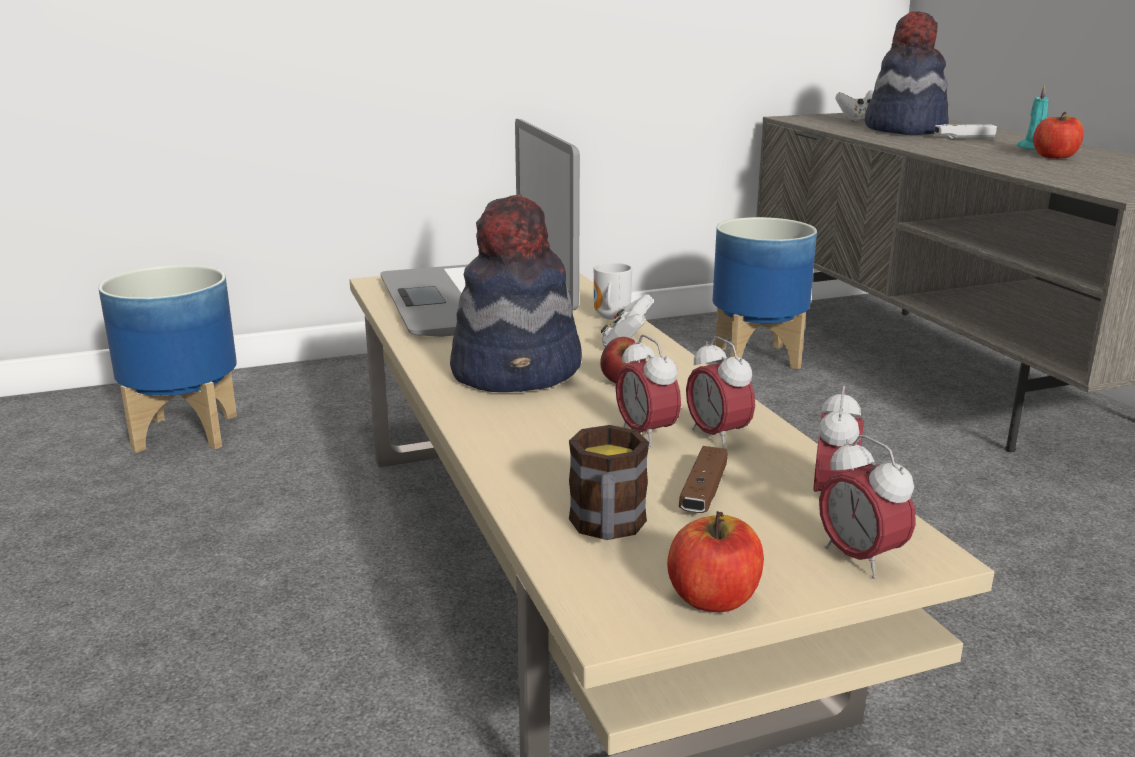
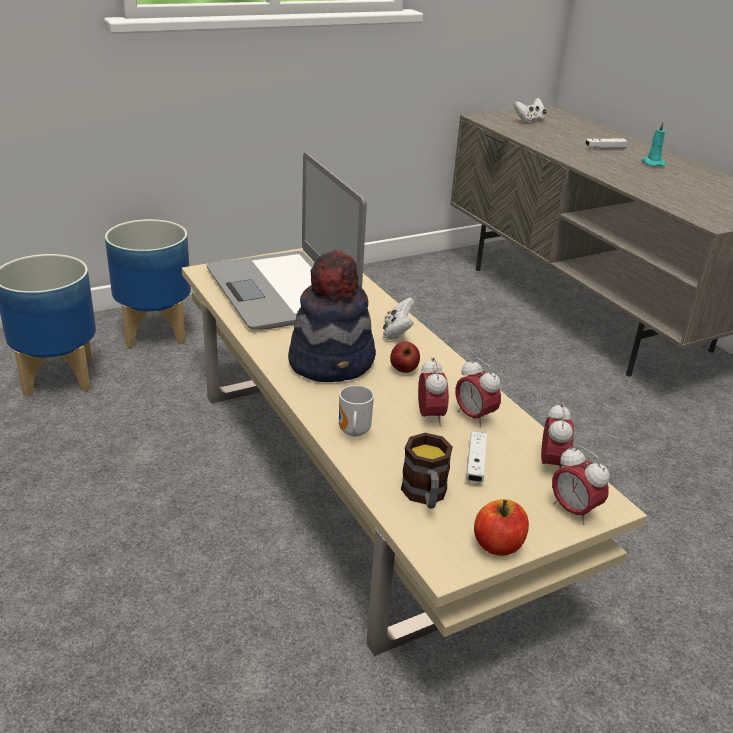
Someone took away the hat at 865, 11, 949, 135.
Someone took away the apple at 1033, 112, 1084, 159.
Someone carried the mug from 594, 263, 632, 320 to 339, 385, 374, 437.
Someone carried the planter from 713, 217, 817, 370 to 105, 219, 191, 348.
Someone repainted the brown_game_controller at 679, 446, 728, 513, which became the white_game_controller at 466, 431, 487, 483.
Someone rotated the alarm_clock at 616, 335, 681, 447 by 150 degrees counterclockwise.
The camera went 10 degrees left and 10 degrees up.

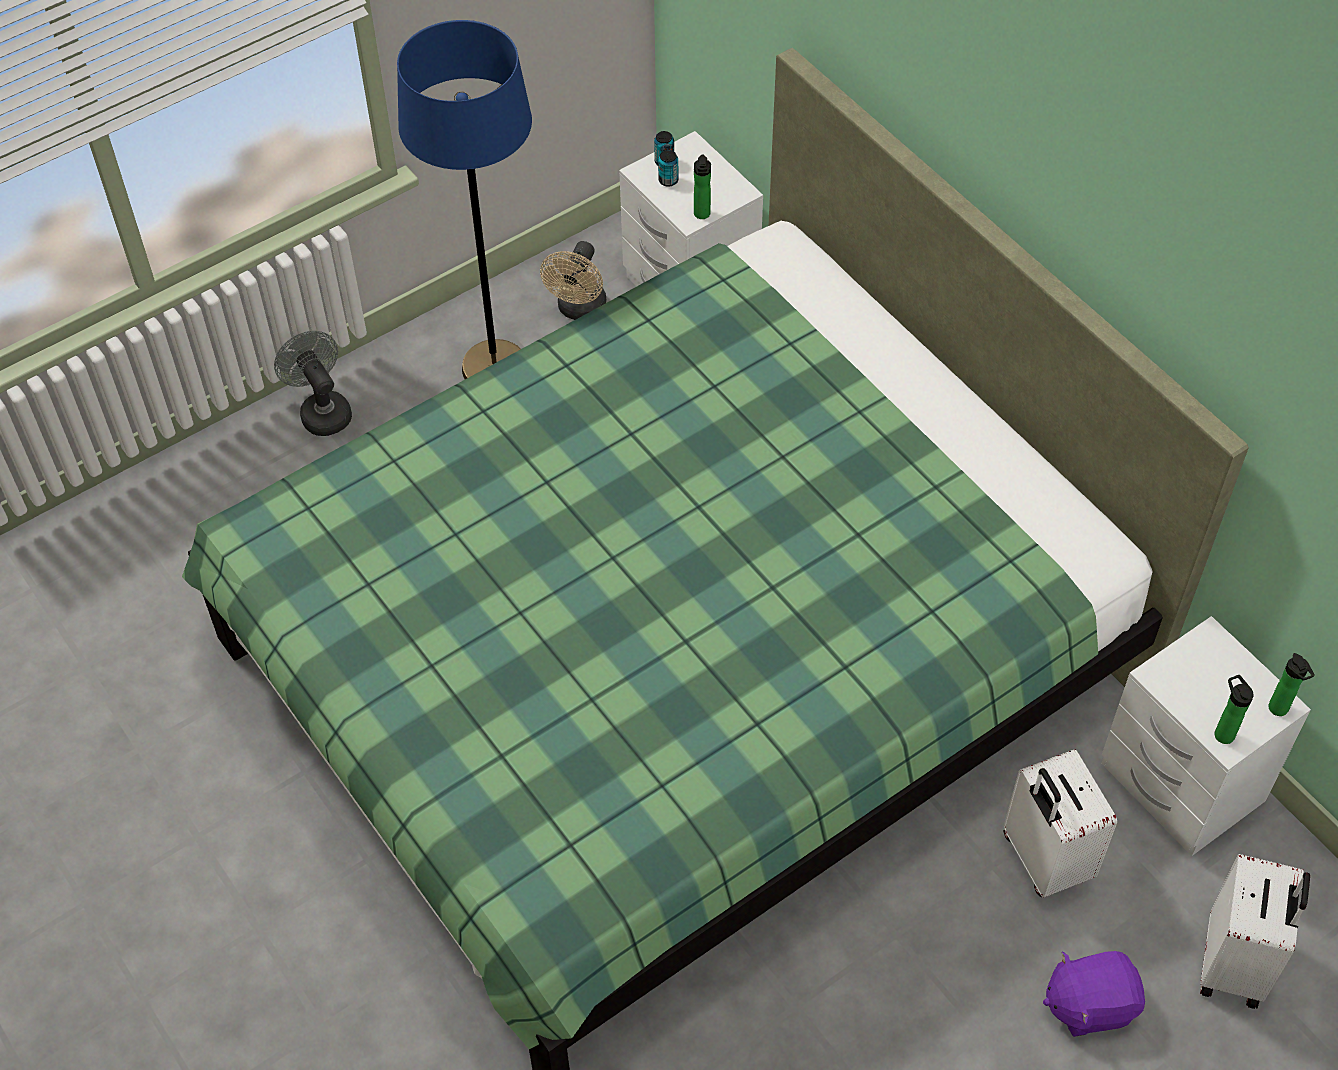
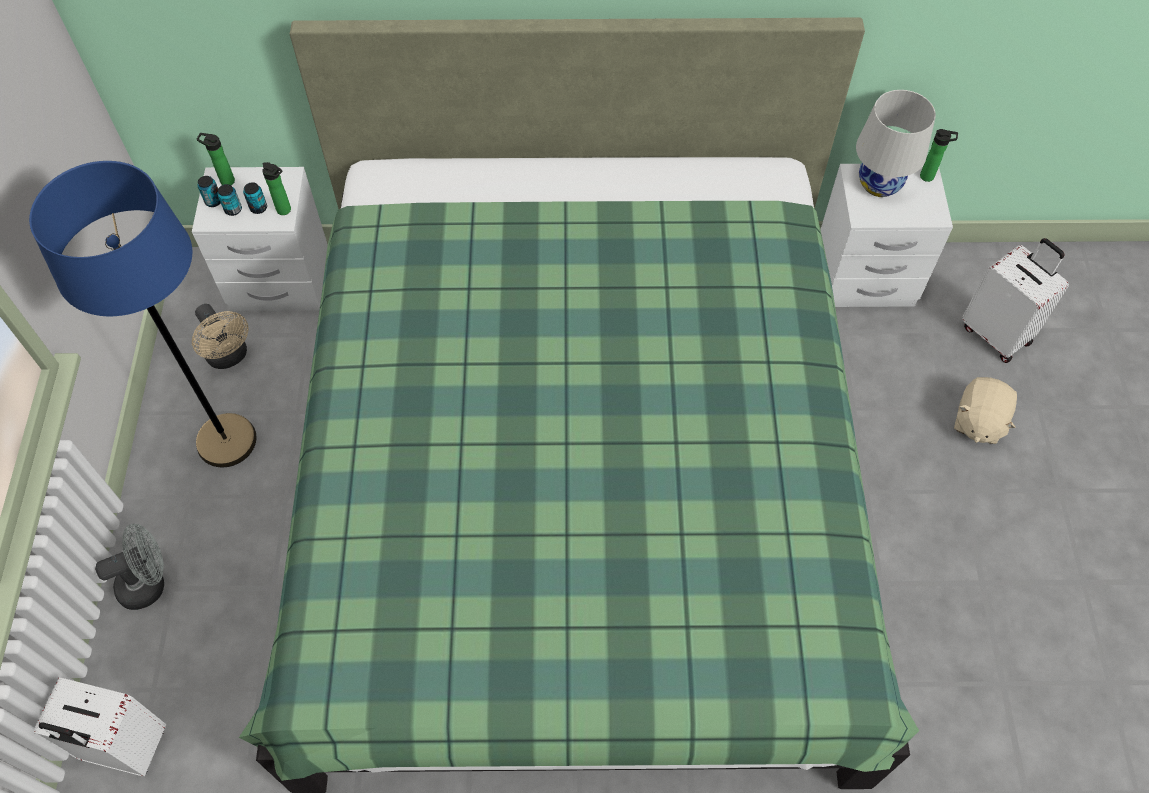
Someone put down the can at 243, 182, 267, 214.
Someone put down the white_table_lamp at 856, 90, 936, 197.
Someone carried the white_suitcase from 1004, 749, 1117, 898 to 34, 678, 167, 777.
Someone carried the bottle from 1215, 675, 1254, 744 to 197, 133, 235, 185.
Someone repainted the purple_plush_toy at 1043, 951, 1145, 1037, which became the beige_plush_toy at 954, 377, 1017, 444.
Someone rotated the grey_fan at 274, 331, 352, 436 by 150 degrees clockwise.
The camera went 55 degrees left and 5 degrees up.

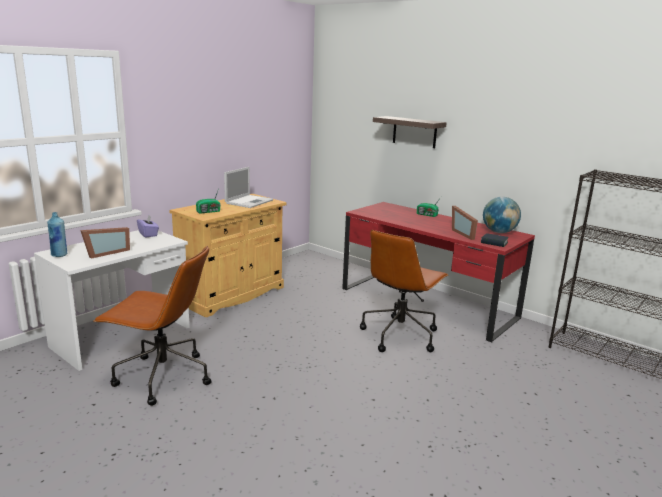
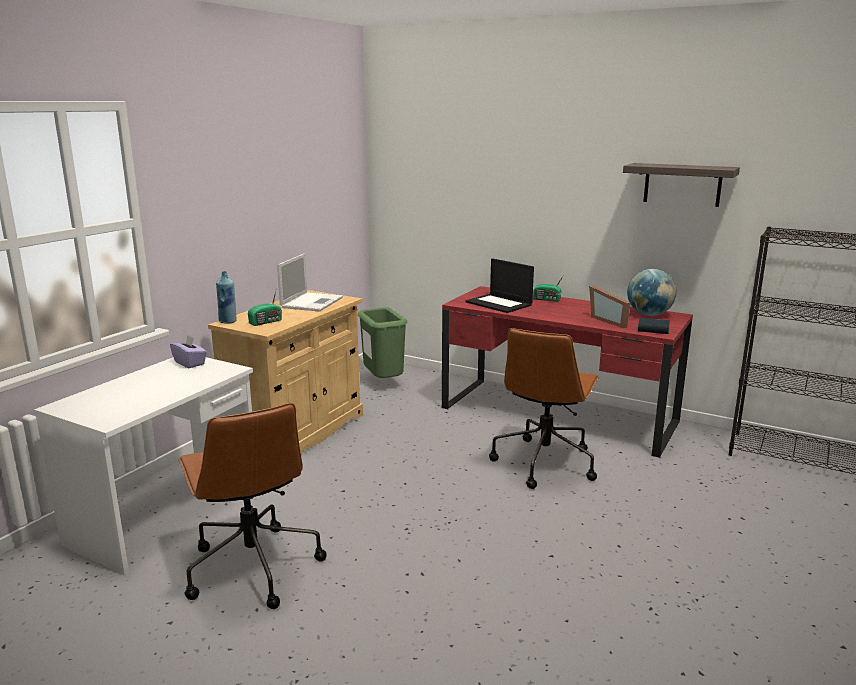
Someone took away the picture_frame at 80, 227, 130, 259.
Someone put down the green_trash_can at 358, 307, 408, 378.
Someone put down the laptop at 466, 258, 534, 313.
Someone carried the blue_bottle from 47, 212, 67, 257 to 216, 271, 237, 324.
Someone carried the shelf from 373, 116, 447, 148 to 623, 163, 740, 207.
Someone rotated the brown_office_chair at 93, 245, 212, 405 by 60 degrees clockwise.
The camera went 10 degrees left and 0 degrees up.

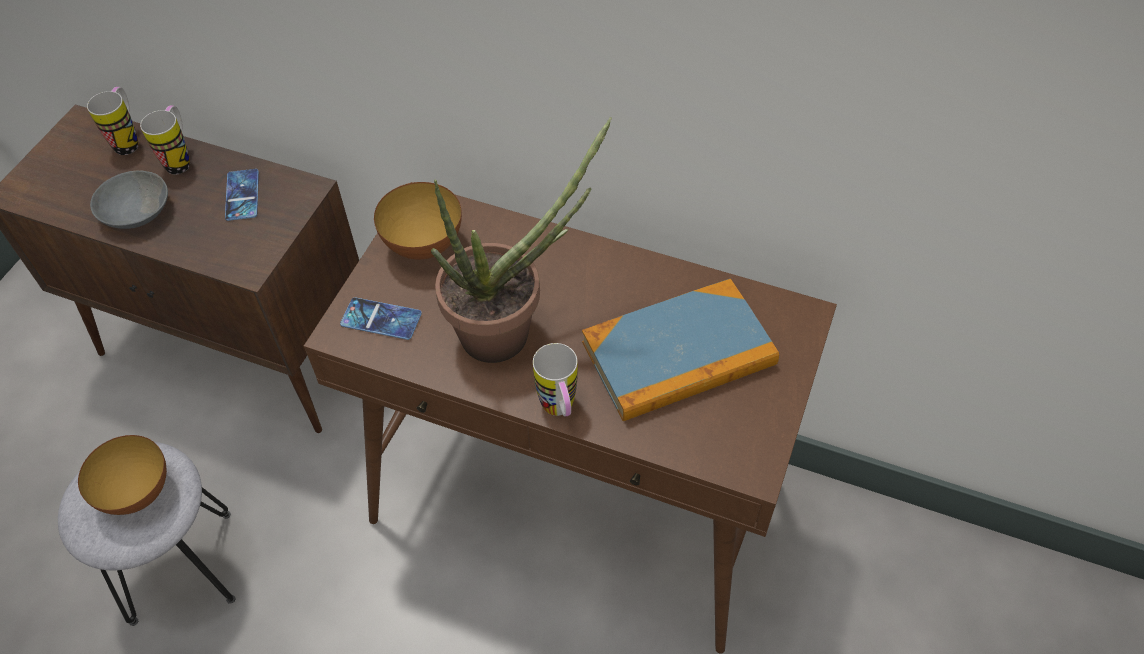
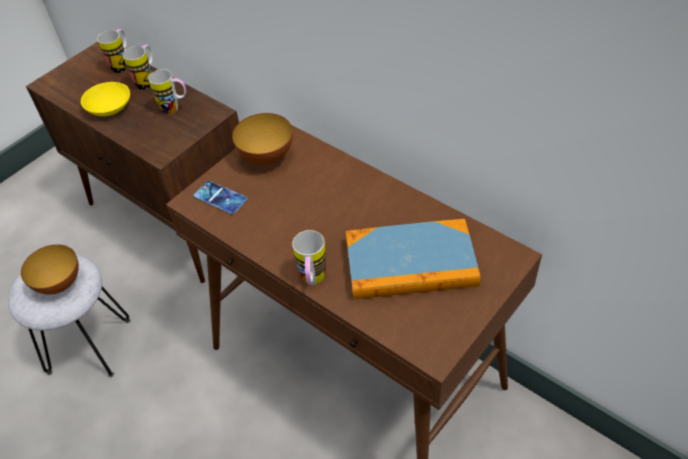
Someone took away the potted_plant at 431, 117, 612, 363.
Someone swapped the phone at 225, 169, 259, 221 for the mug at 148, 69, 186, 114.
Someone repainted the grey_bowl at 90, 171, 168, 229, which became the yellow_bowl at 81, 82, 130, 116.
The camera went 20 degrees right and 5 degrees down.

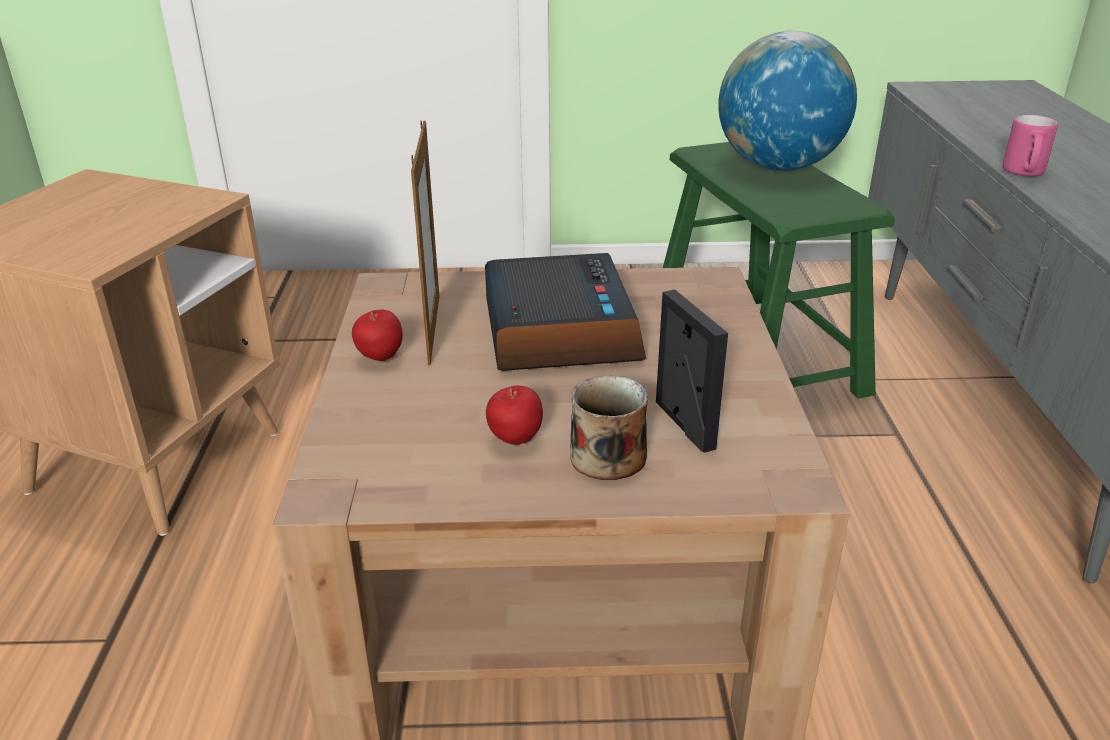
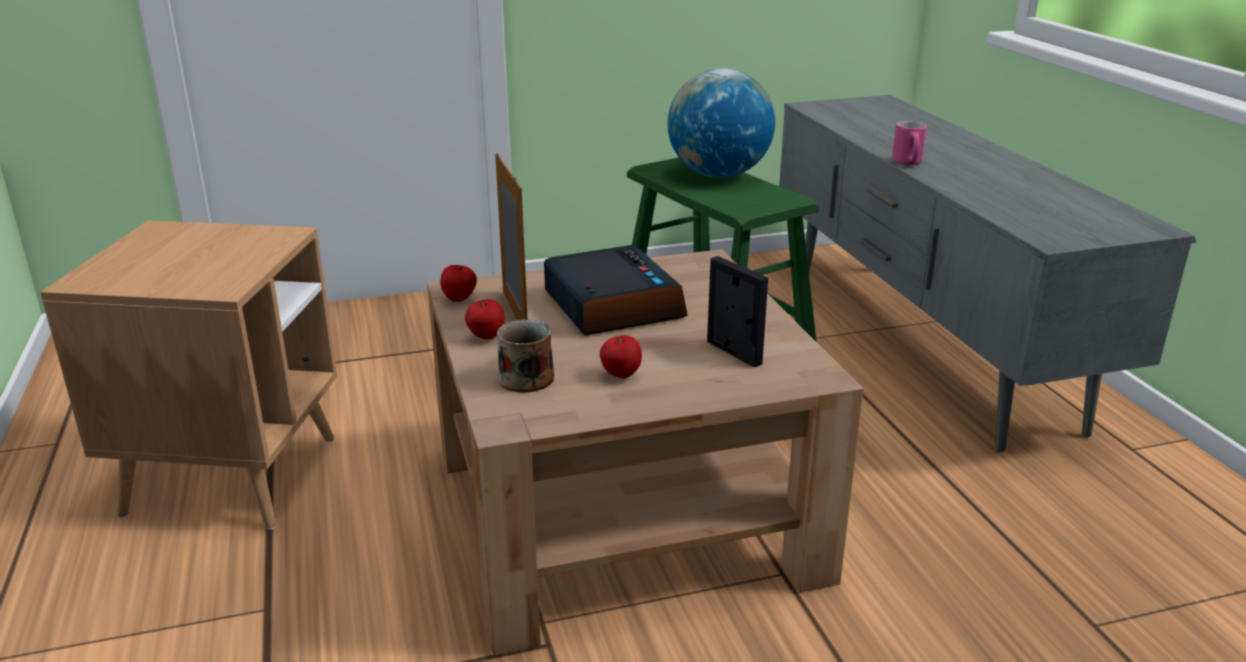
Someone put down the apple at 440, 265, 477, 302.
Someone carried the mug from 570, 375, 648, 480 to 497, 320, 554, 393.
The camera went 15 degrees left and 5 degrees down.

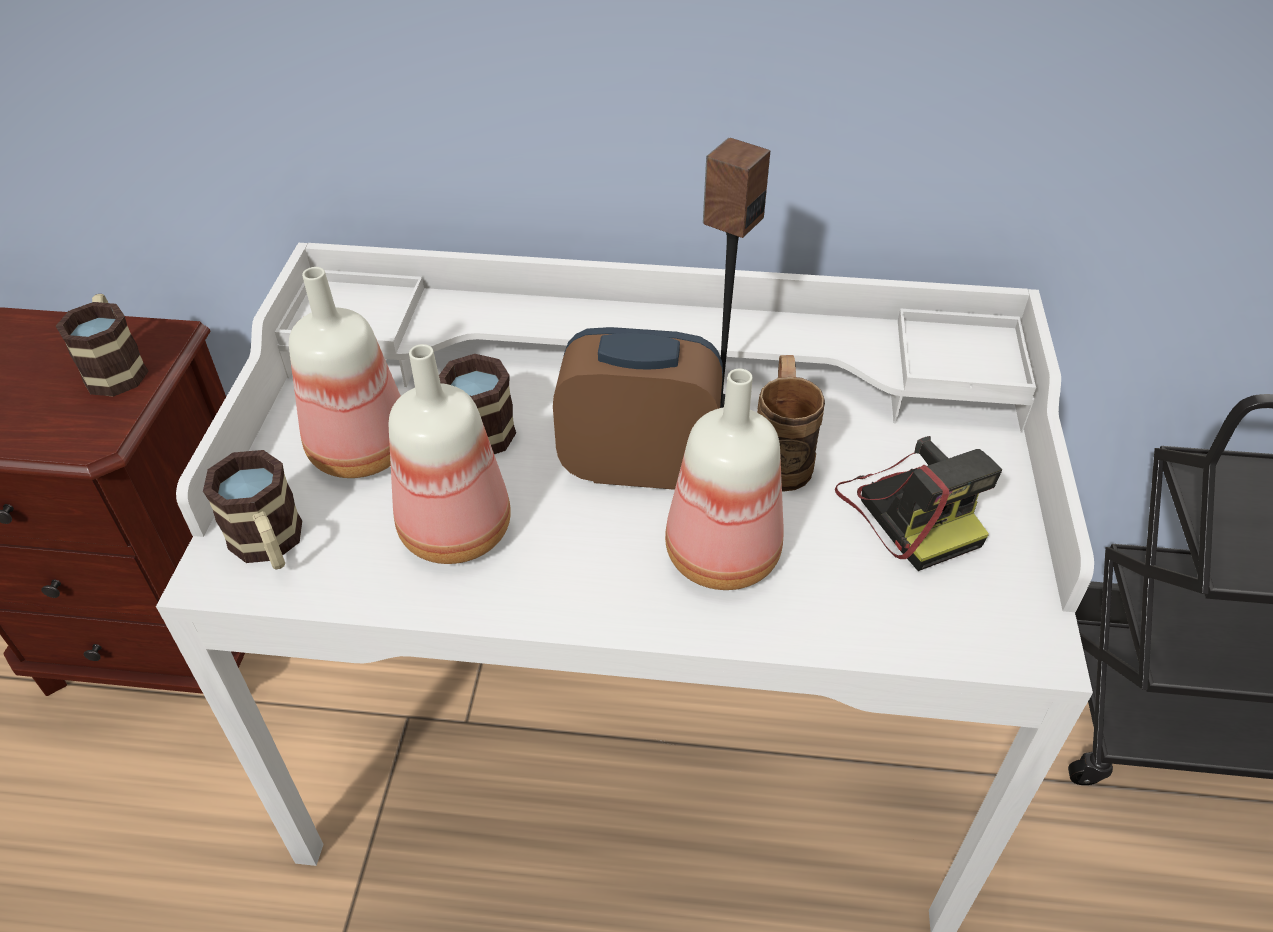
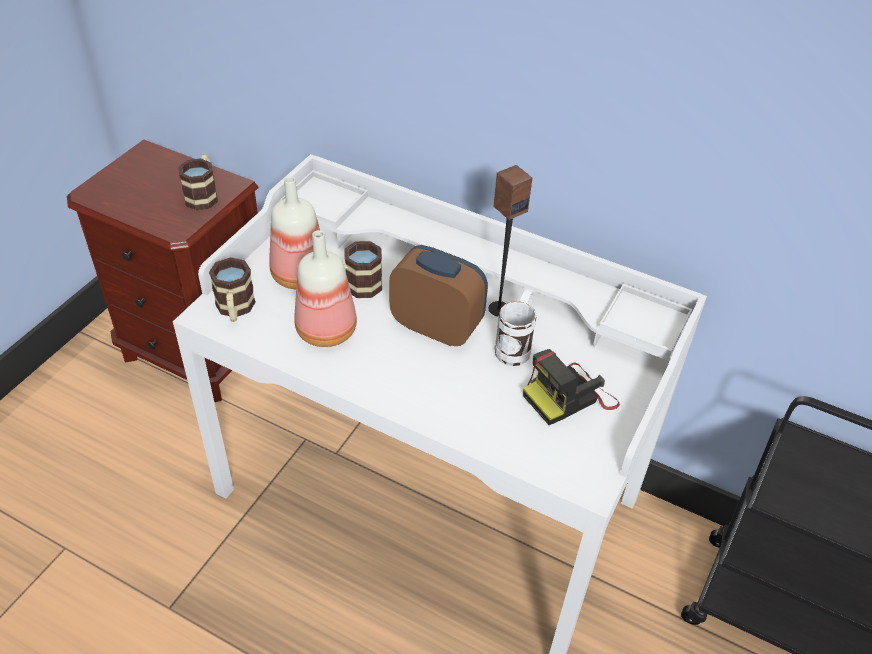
Someone took away the bottle at 665, 369, 784, 590.
Someone repainted the brown_mug at 757, 355, 825, 492, which became the white_mug at 494, 289, 537, 366.
Someone rotated the photo_camera at 835, 436, 1003, 571 by 60 degrees clockwise.
The camera went 20 degrees right and 0 degrees up.

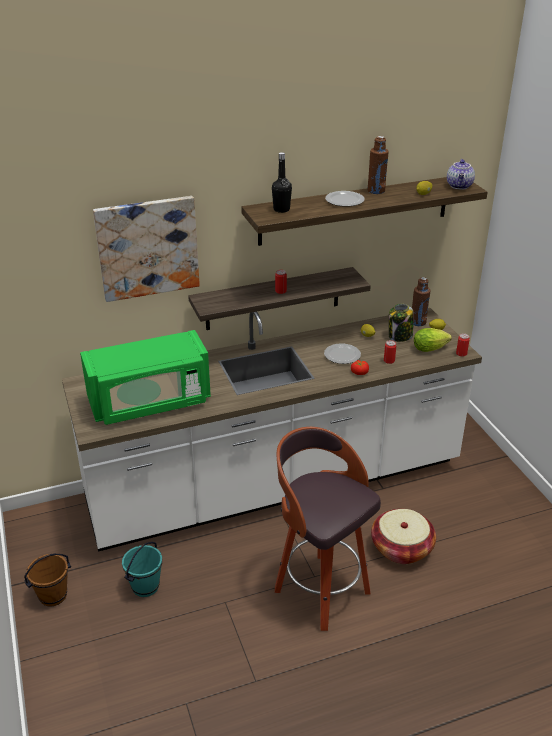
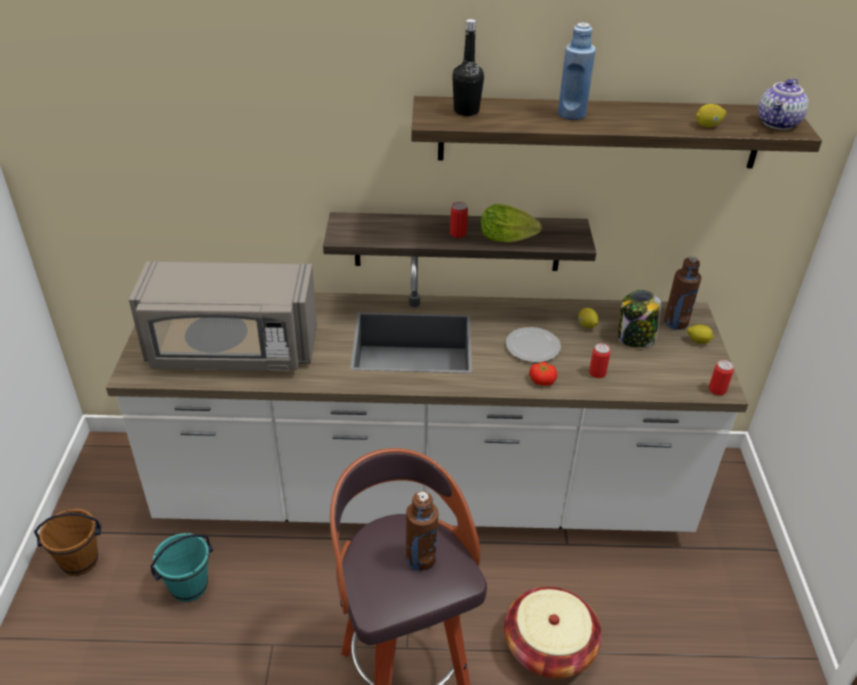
Someone took away the picture at 93, 196, 200, 302.
Someone carried the brown_bottle from 367, 136, 389, 194 to 406, 491, 438, 571.
Someone carried the lettuce from 414, 328, 452, 352 to 481, 204, 542, 242.
Someone swapped the plate at 325, 191, 365, 207 for the blue_bottle at 558, 23, 596, 120.
Someone repainted the green_microwave at 80, 330, 211, 425, which became the grey_microwave at 129, 261, 317, 371.
The camera went 20 degrees right and 5 degrees up.

